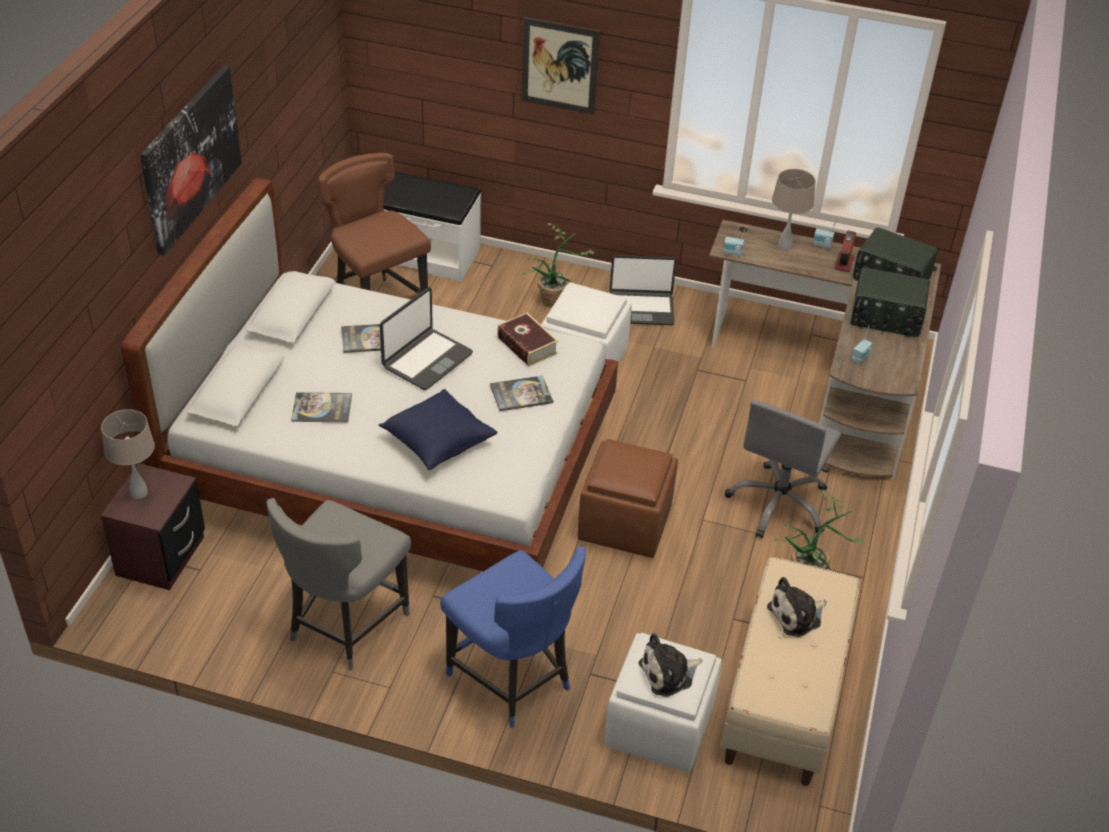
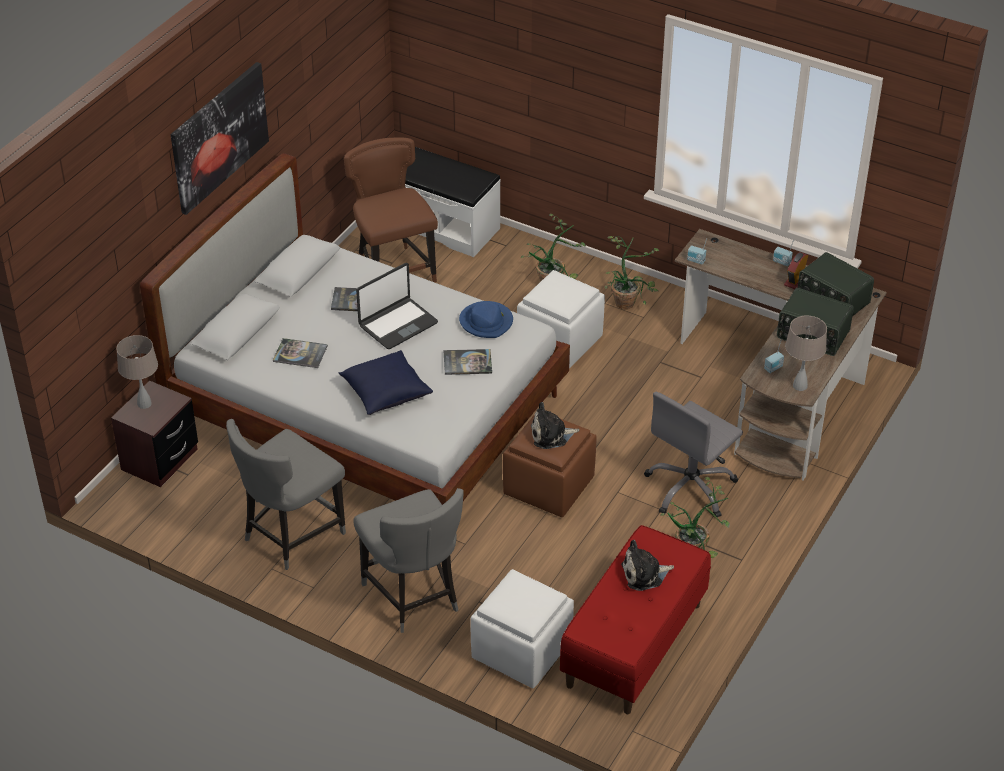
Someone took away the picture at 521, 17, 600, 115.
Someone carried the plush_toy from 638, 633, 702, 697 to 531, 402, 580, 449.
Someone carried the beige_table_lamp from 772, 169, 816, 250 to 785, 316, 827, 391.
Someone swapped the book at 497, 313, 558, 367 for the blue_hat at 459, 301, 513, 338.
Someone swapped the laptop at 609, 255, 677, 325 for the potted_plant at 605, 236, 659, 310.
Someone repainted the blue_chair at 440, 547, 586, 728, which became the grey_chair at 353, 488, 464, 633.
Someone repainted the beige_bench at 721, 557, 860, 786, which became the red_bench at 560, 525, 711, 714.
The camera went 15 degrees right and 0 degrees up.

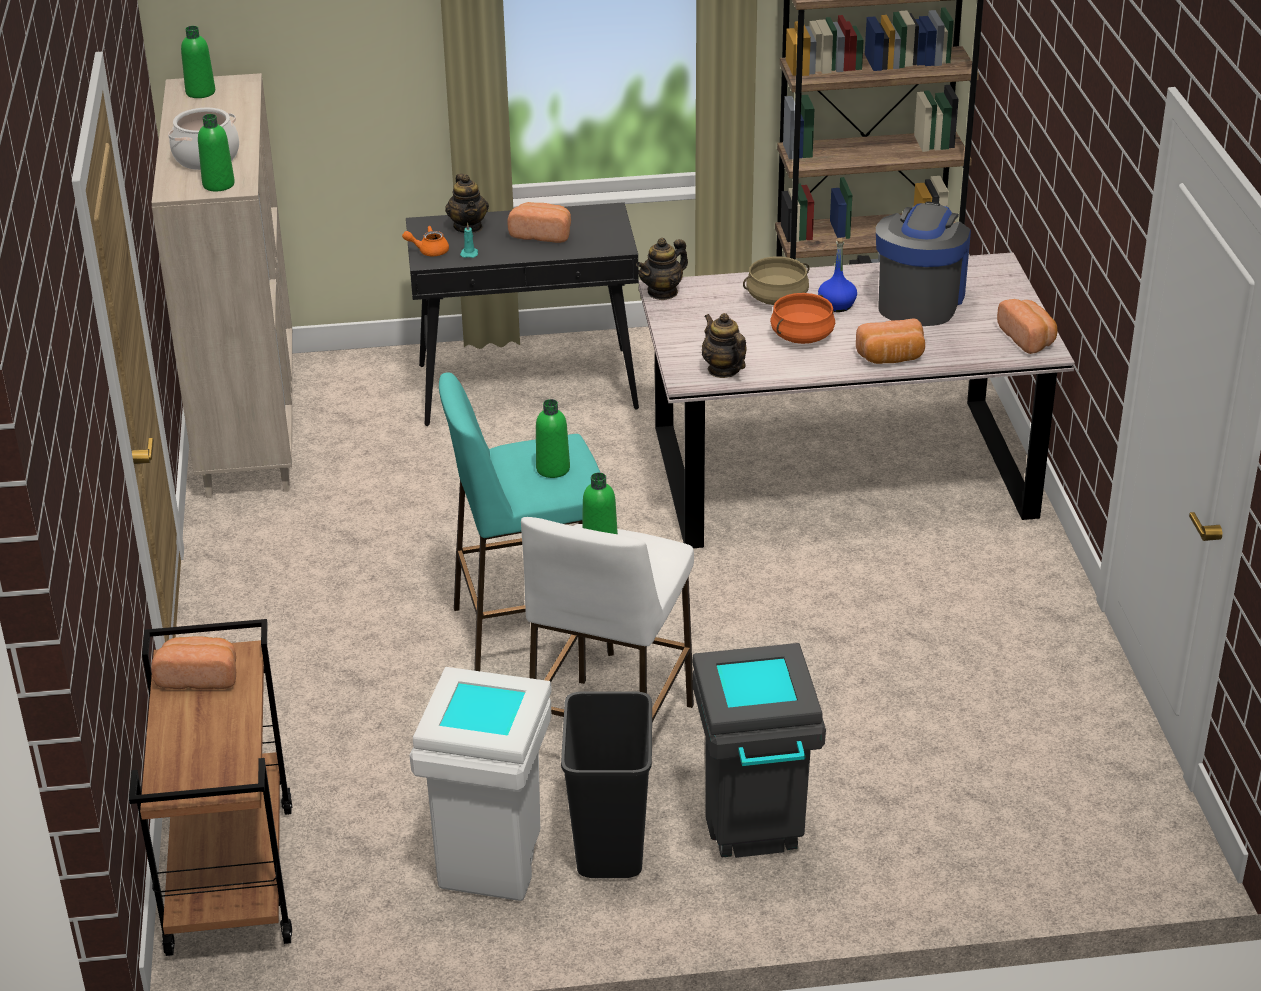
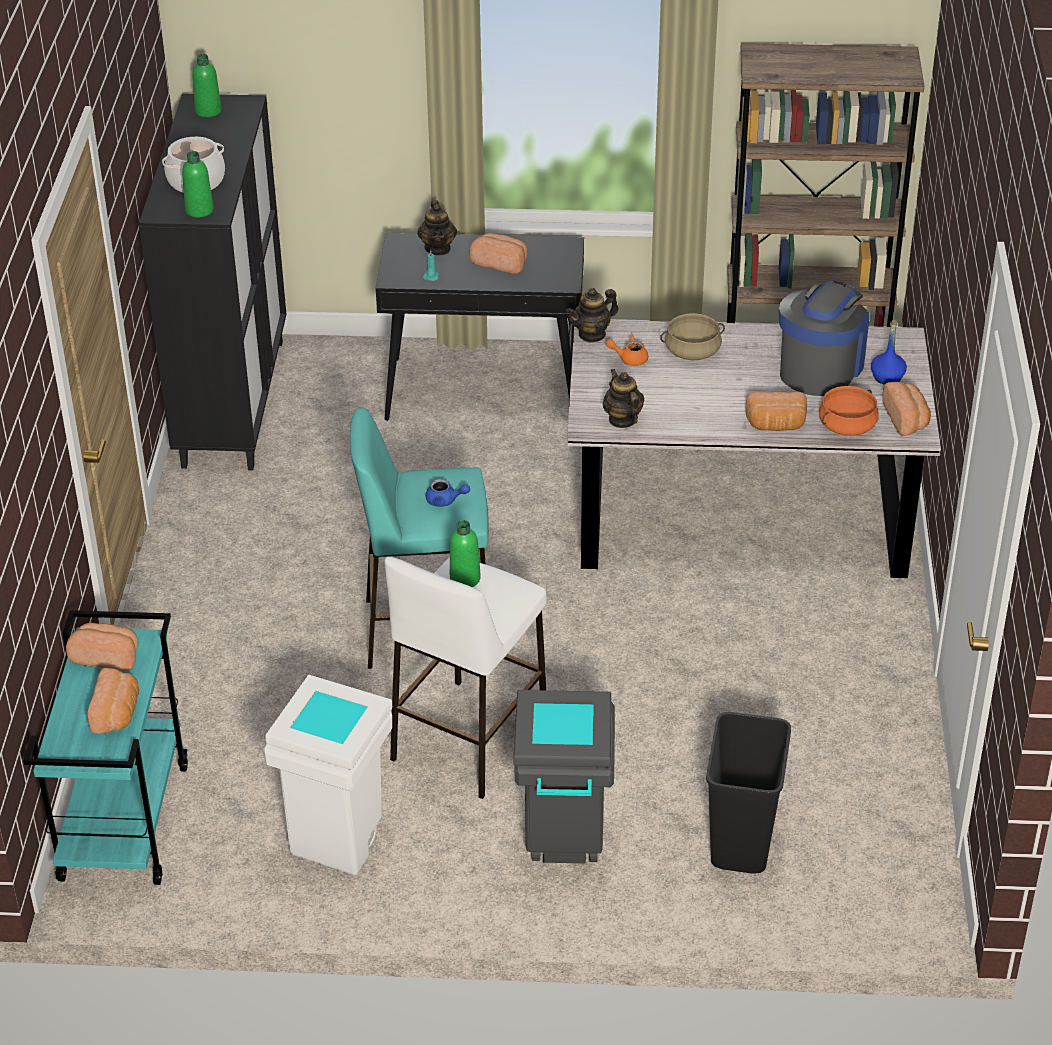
Someone put down the bread at 87, 668, 139, 734.
Someone carried the orange_teapot from 402, 226, 449, 256 to 606, 334, 648, 366.
Someone carried the black_trash_can from 561, 691, 652, 878 to 706, 712, 791, 874.
Someone carried the orange_cooking_pot from 770, 293, 835, 344 to 819, 386, 879, 436.
Someone carried the blue_bottle from 818, 238, 857, 312 to 871, 320, 907, 385.
Someone swapped the green_bottle at 536, 399, 570, 478 for the blue_teapot at 426, 479, 470, 507.
Someone repainted the brown_cart at 129, 619, 292, 956, which became the turquoise_cart at 23, 610, 188, 885.
Someone repainted the beige_cabinet at 151, 73, 292, 498, which became the black_cabinet at 139, 94, 287, 470.
The camera went 10 degrees right and 5 degrees up.

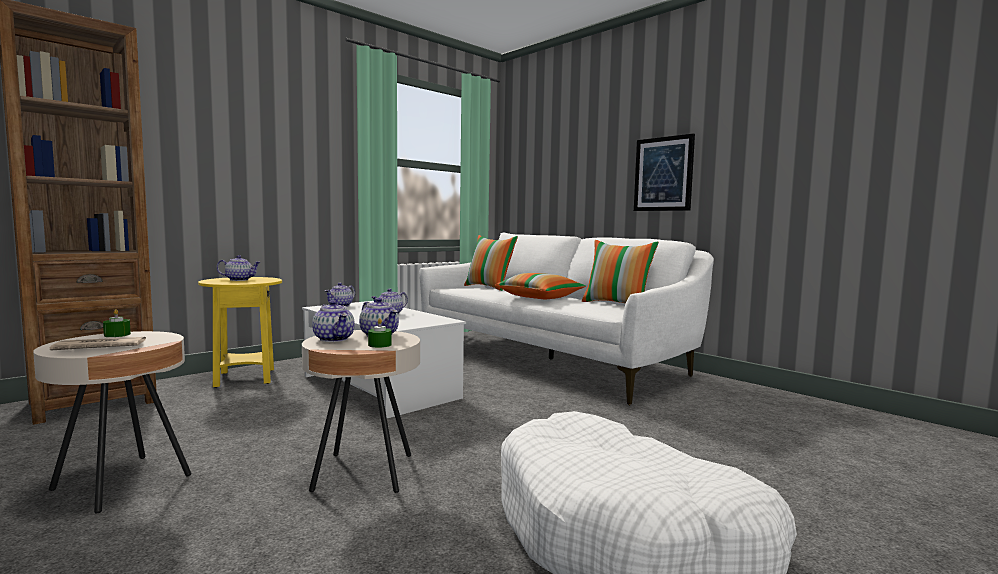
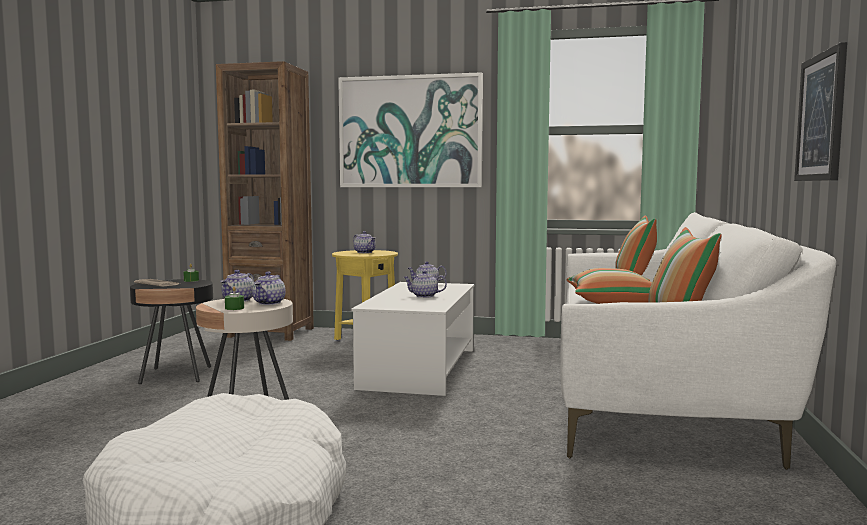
Someone put up the picture at 338, 72, 483, 187.
Someone repainted the beige_side_table at 33, 331, 191, 513, which became the black_side_table at 130, 279, 213, 384.
The camera went 55 degrees right and 0 degrees up.

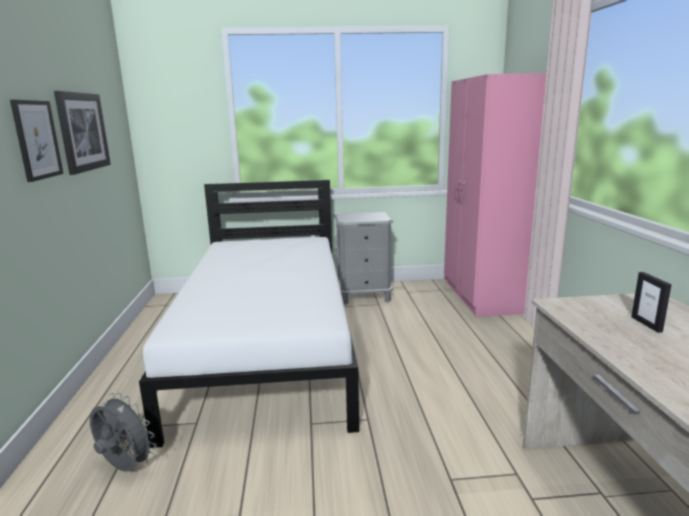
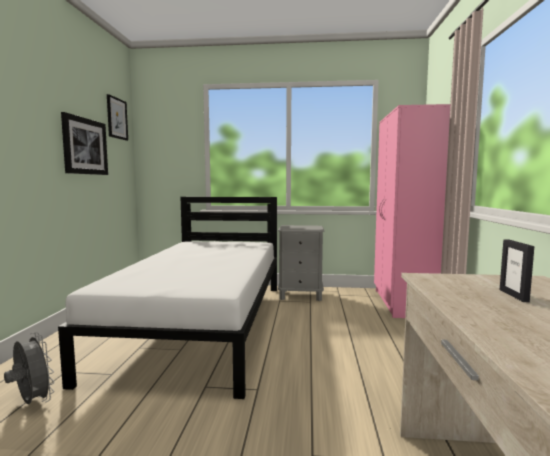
Someone carried the picture from 10, 100, 63, 182 to 107, 94, 128, 141.
The camera went 10 degrees right and 10 degrees down.

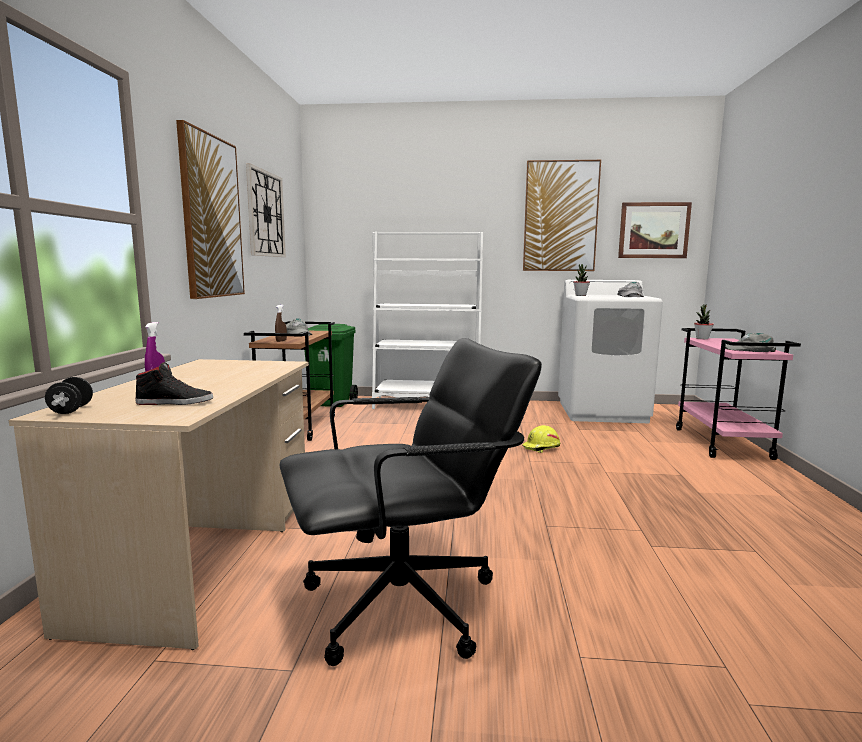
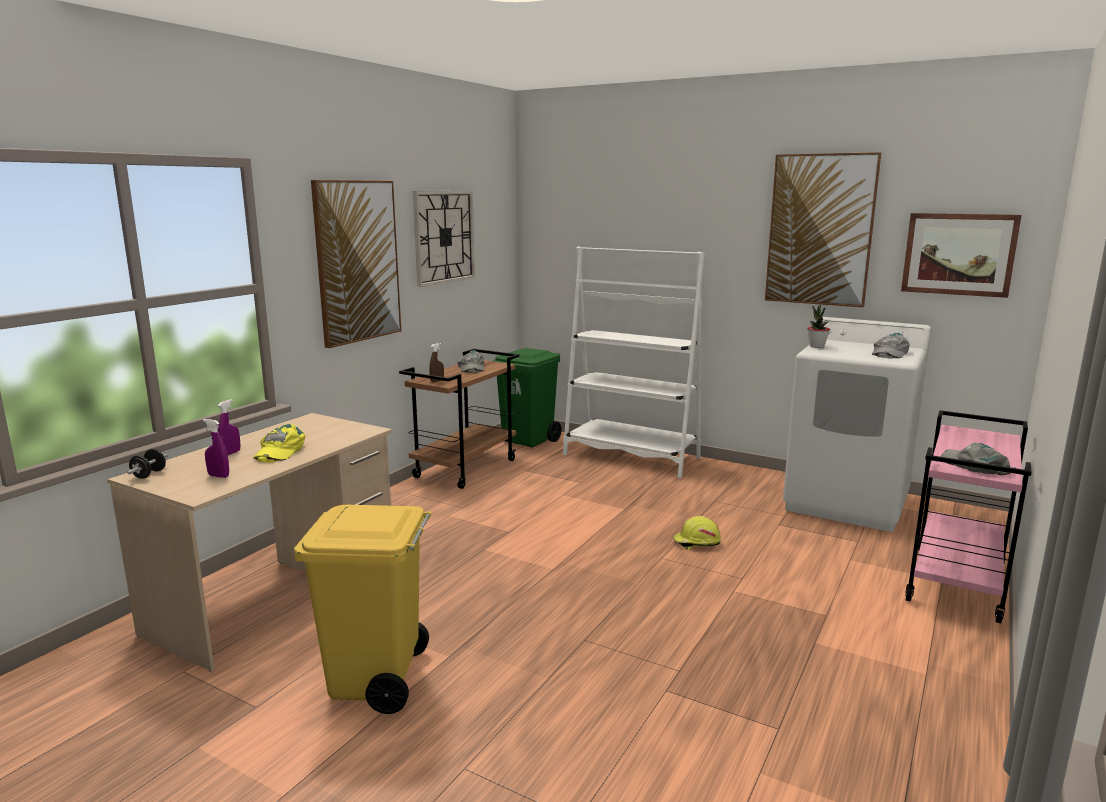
Someone took away the potted_plant at 694, 304, 714, 339.
Someone put down the yellow_cap at 253, 424, 305, 463.
Someone swapped the black_shoe at 135, 362, 213, 405 for the purple_spray_bottle at 203, 419, 229, 478.
Someone swapped the black_office_chair at 280, 338, 542, 666 for the yellow_trash_can at 294, 505, 432, 714.
The camera went 25 degrees right and 5 degrees up.

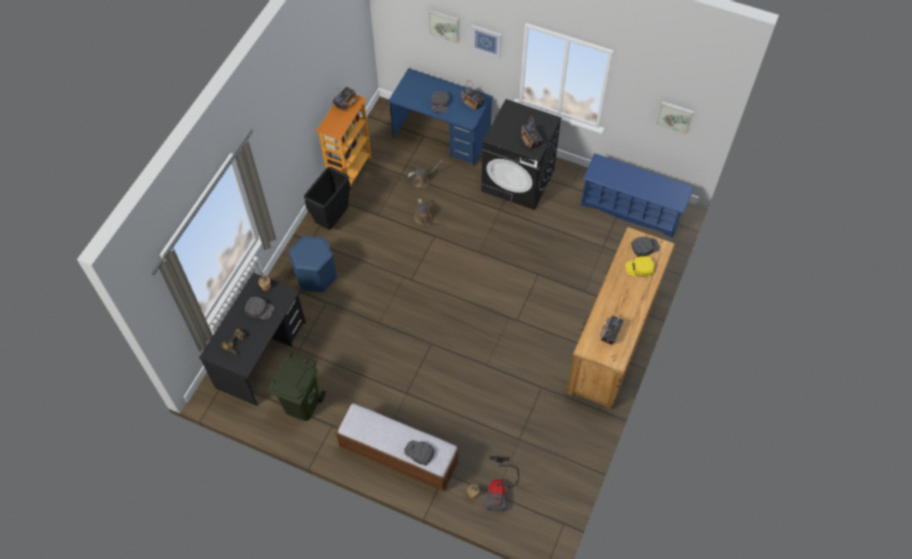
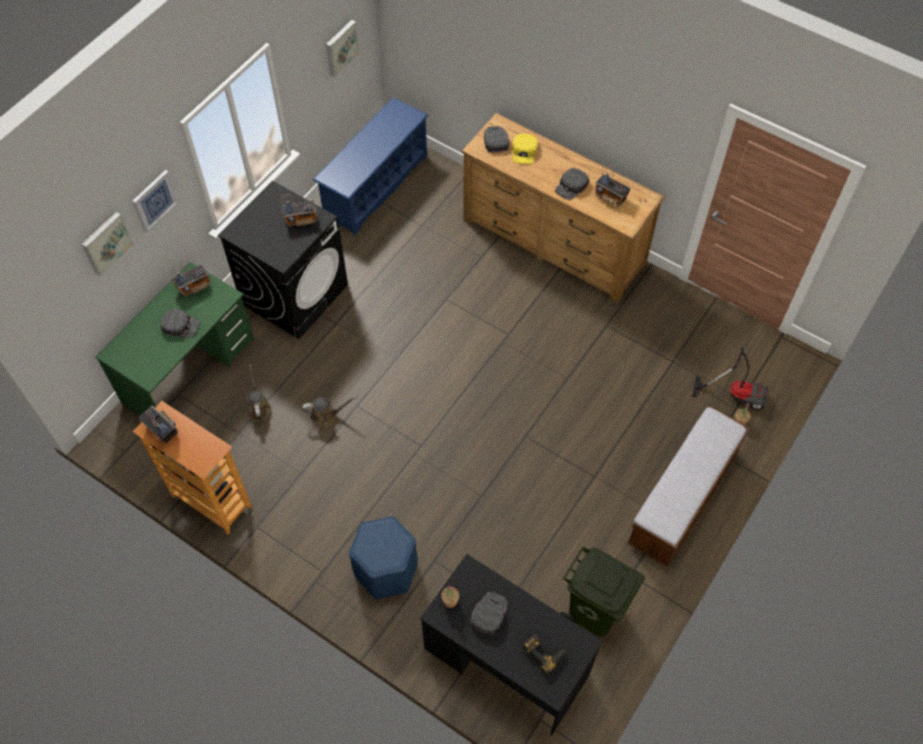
Someone took away the black_trash_can at 304, 167, 351, 230.
Someone carried the black_cap from 404, 440, 434, 466 to 555, 168, 589, 200.
Someone repainted the blue_desk at 388, 68, 492, 166, which became the green_desk at 96, 262, 255, 416.
The camera went 80 degrees left and 0 degrees up.

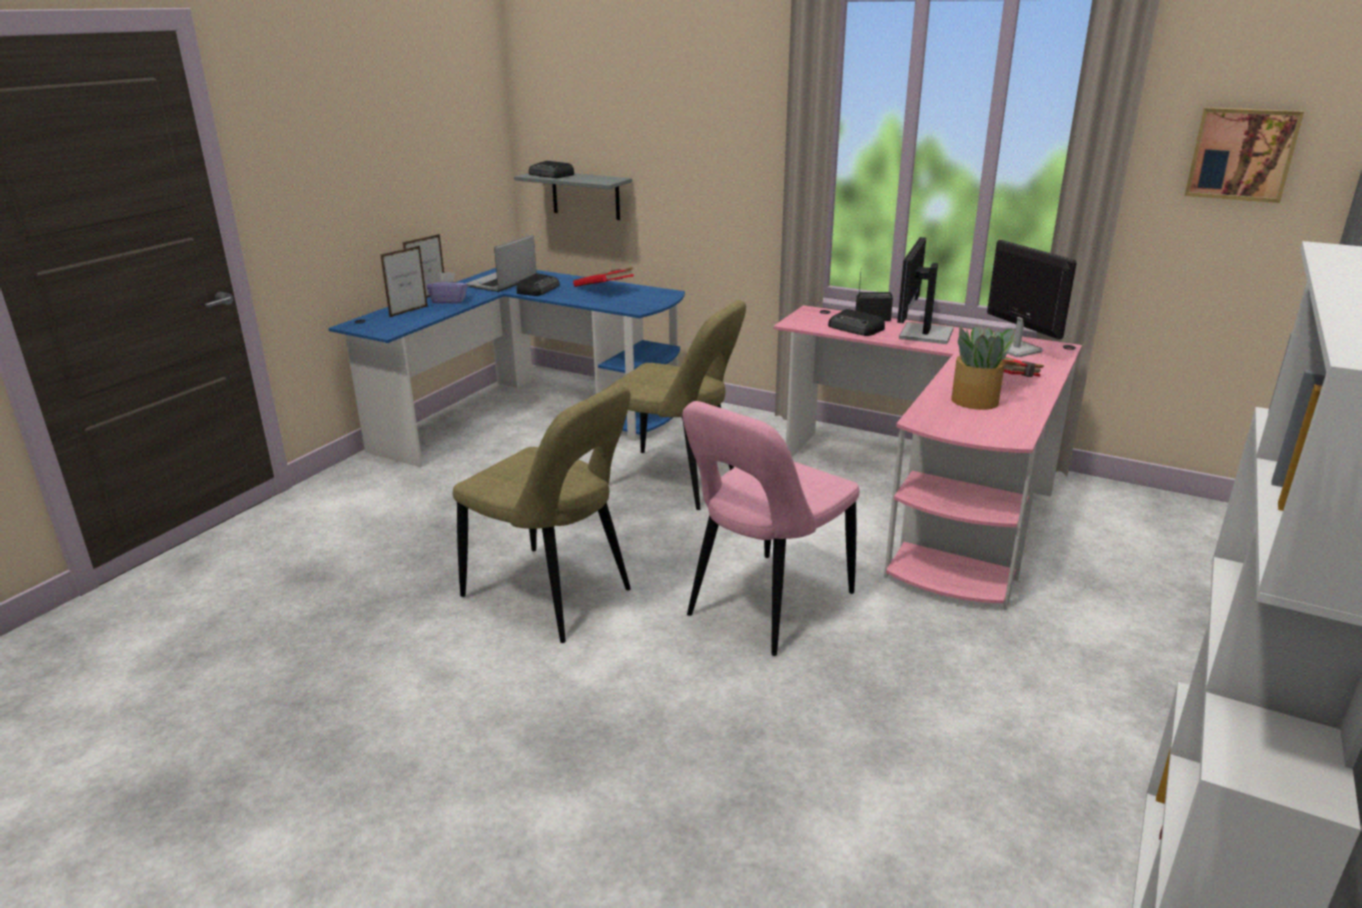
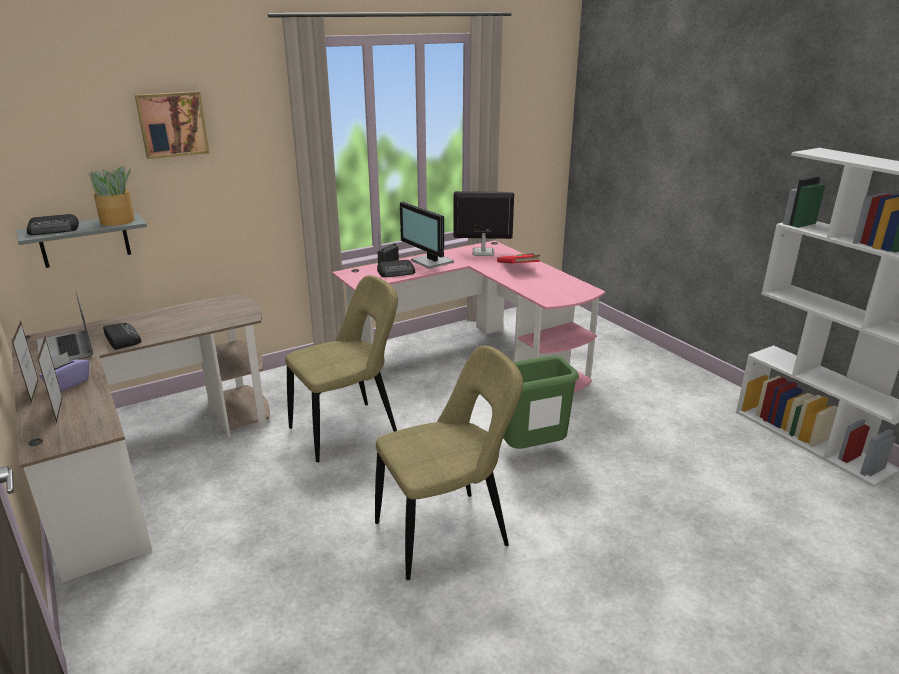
Someone took away the red_book at 573, 267, 634, 287.
Someone carried the potted_plant from 951, 325, 1017, 410 to 88, 166, 135, 226.
Someone carried the picture from 1185, 107, 1304, 203 to 135, 91, 209, 159.
Someone swapped the pink_chair at 683, 401, 859, 656 for the green_trash_can at 503, 355, 579, 449.
Someone repainted the blue_desk at 328, 268, 685, 467, which became the brown_desk at 11, 294, 270, 583.
The camera went 60 degrees left and 0 degrees up.

